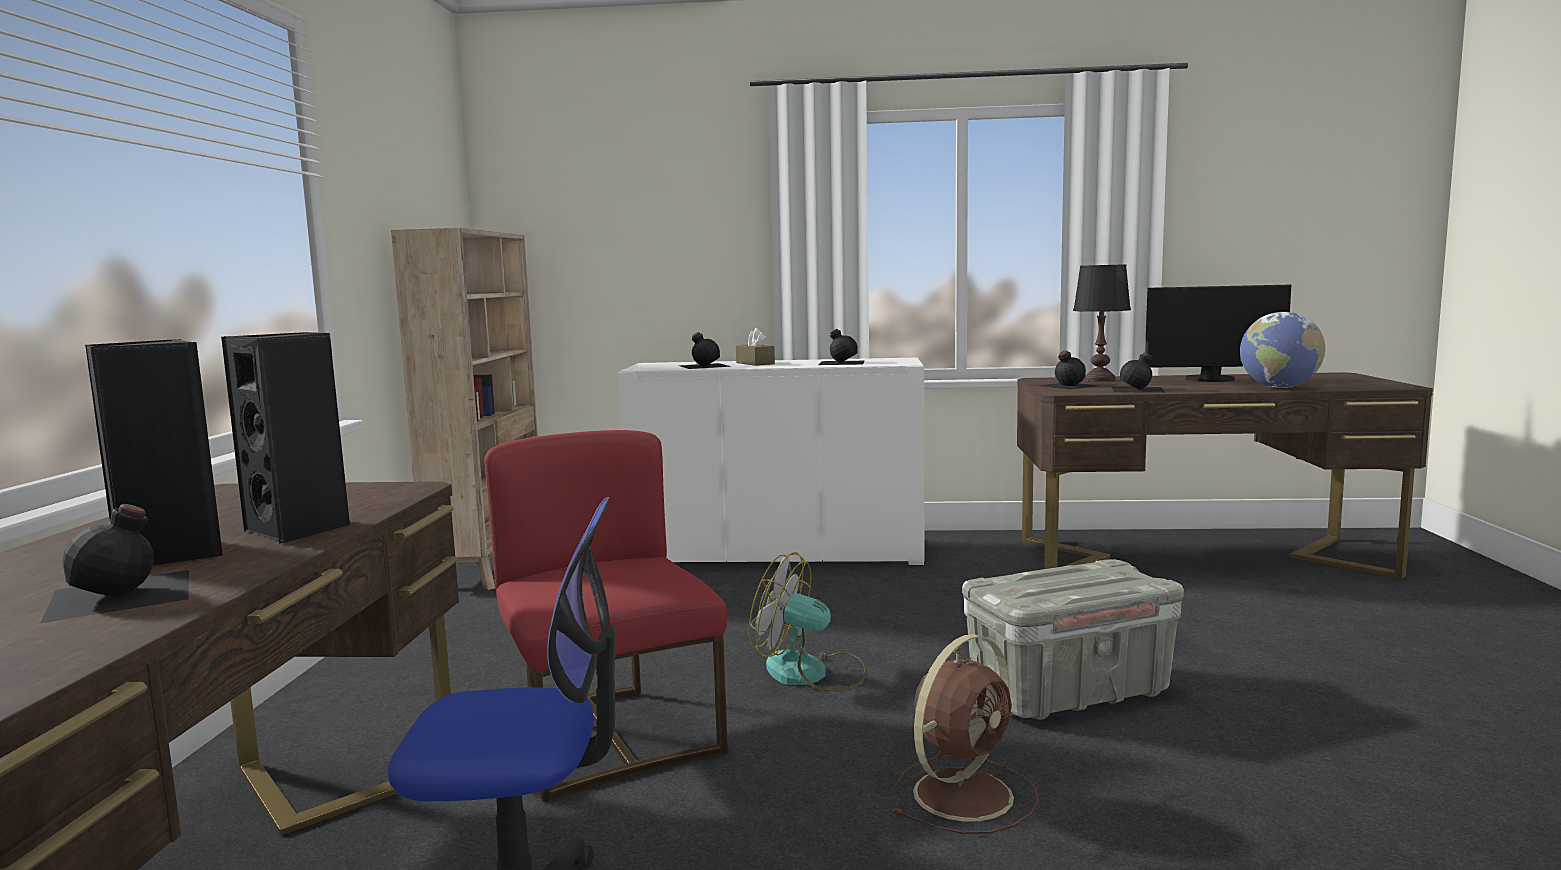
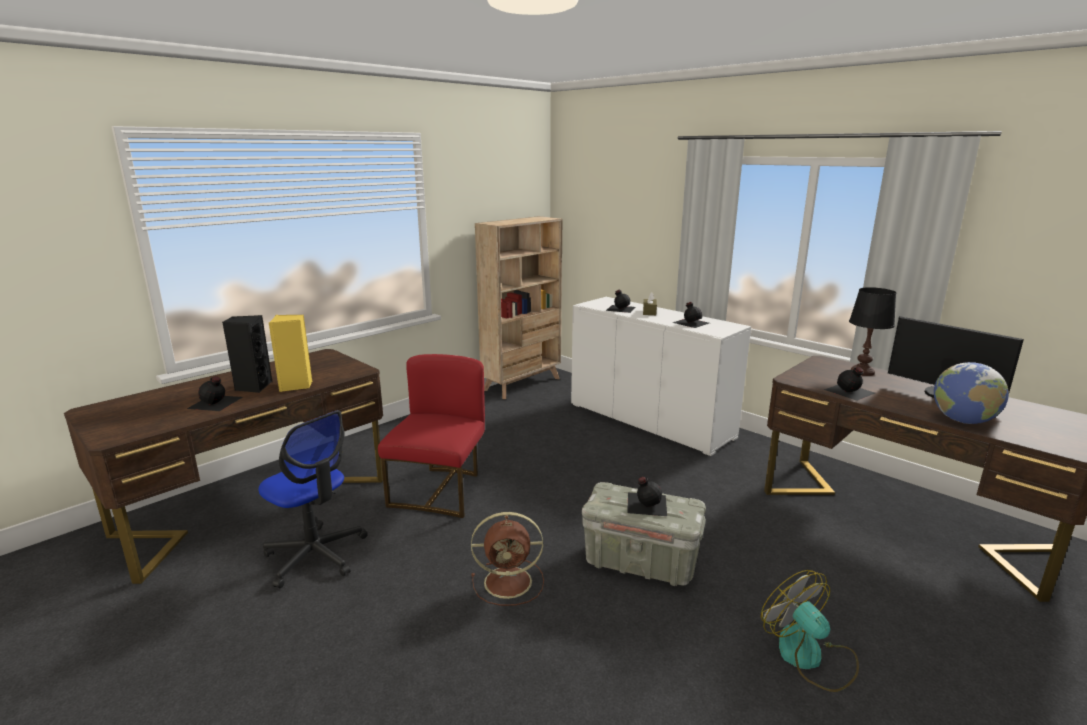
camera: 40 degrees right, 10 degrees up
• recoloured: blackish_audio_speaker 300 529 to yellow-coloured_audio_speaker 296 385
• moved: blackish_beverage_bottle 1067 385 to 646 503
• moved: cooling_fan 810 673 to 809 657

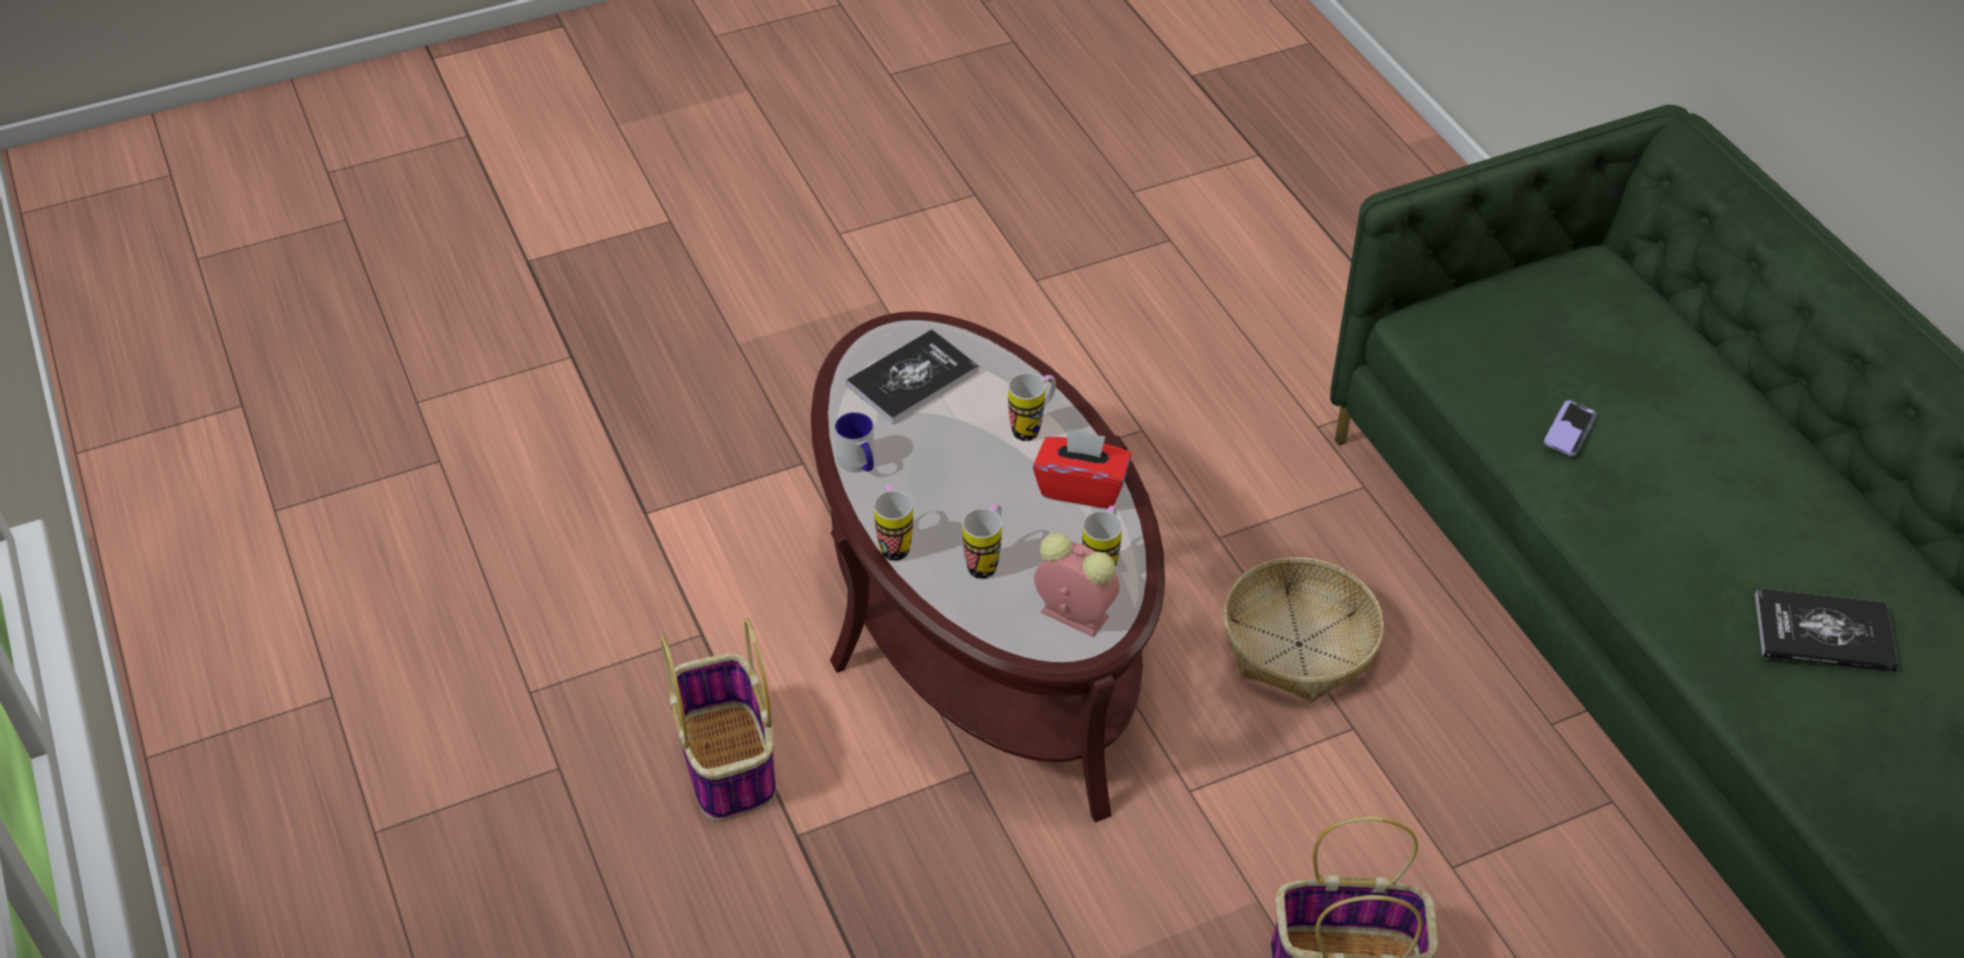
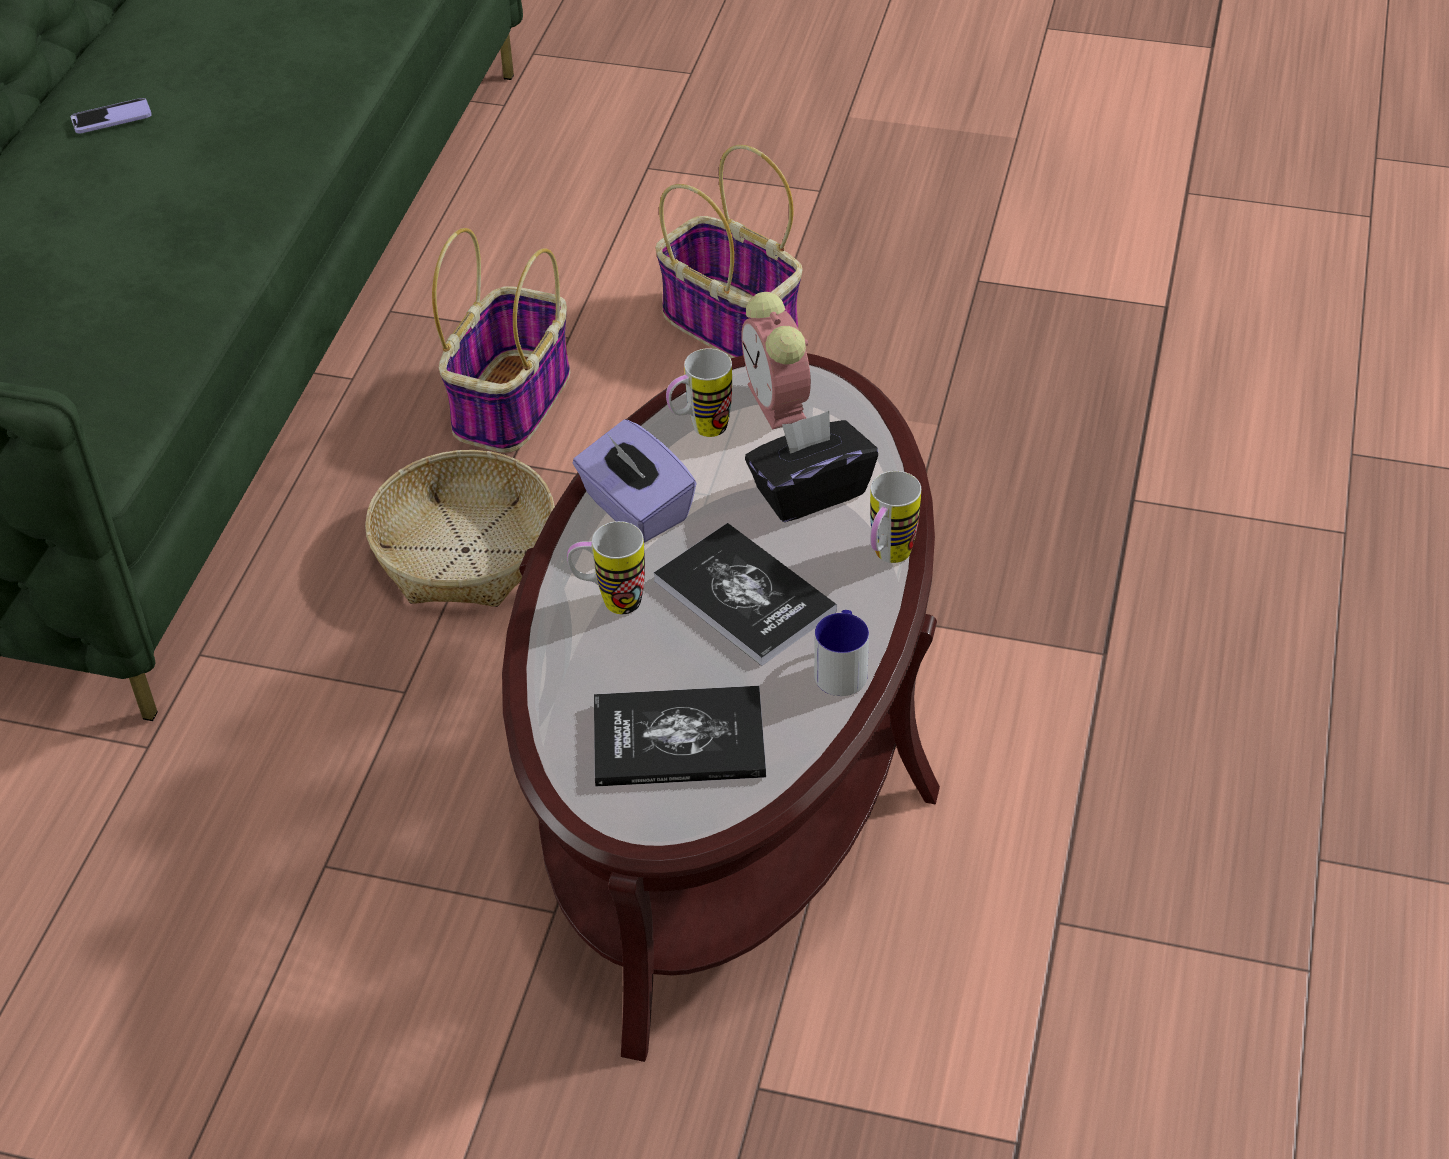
camera: 140 degrees left, 0 degrees up
• moved: handset 1569 430 to 111 118
• moved: household_basket 729 763 to 512 401
• recoloured: red-coloured_tissue_box 1081 487 to purple_tissue_box 635 509
• moved: volume 1823 632 to 744 596
• replaced: coffee_mug 986 561 to blackish_tissue_box 810 491

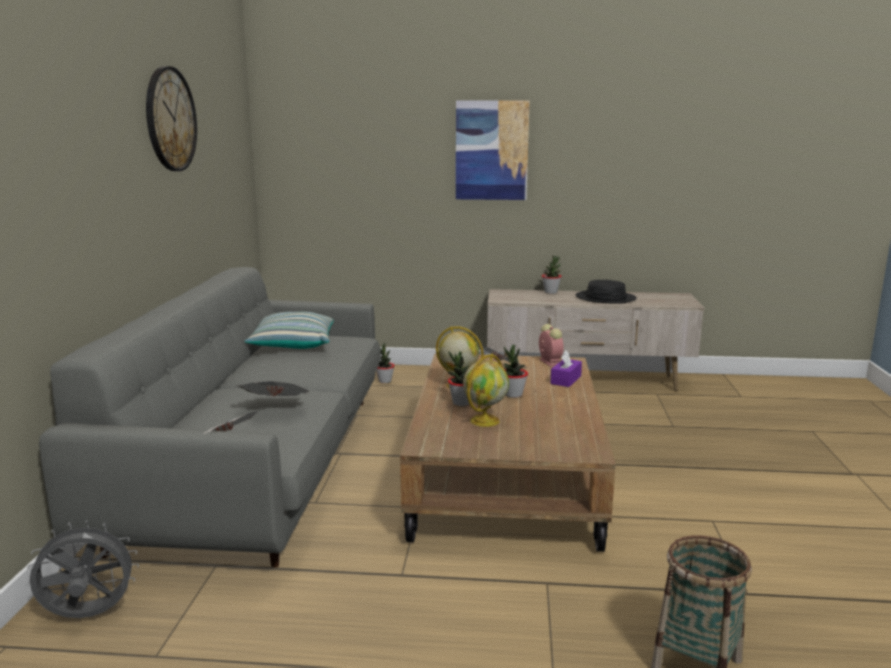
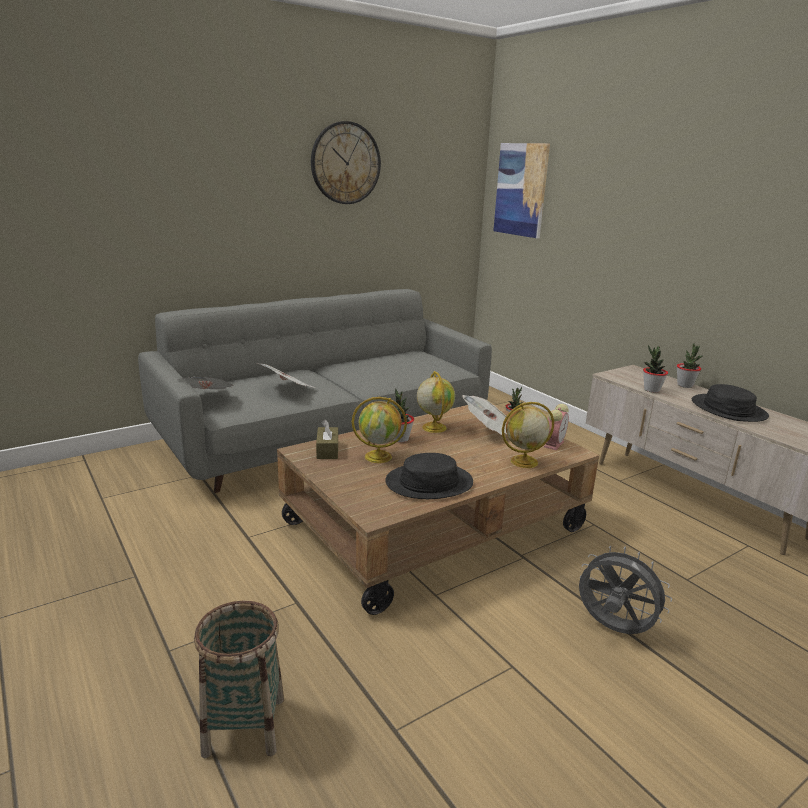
camera: 50 degrees right, 5 degrees up
• added: brown_tissue_box 327 450
• added: blackish_clothing_hat 429 482
• moved: wall_art 491 150 to 521 190
• replaced: purple_tissue_box 566 380 to globe 523 462
• moved: grey_cooling_fan 88 616 to 613 629
• moved: potted_plant 513 394 to 651 390
• removed: cushion 292 345

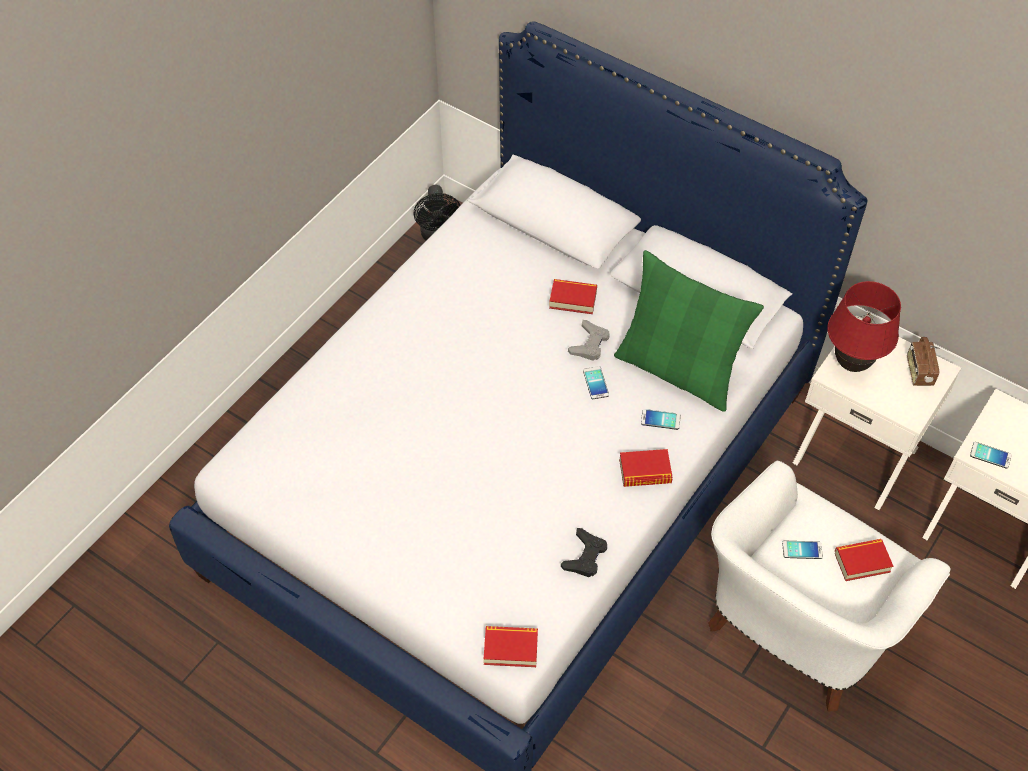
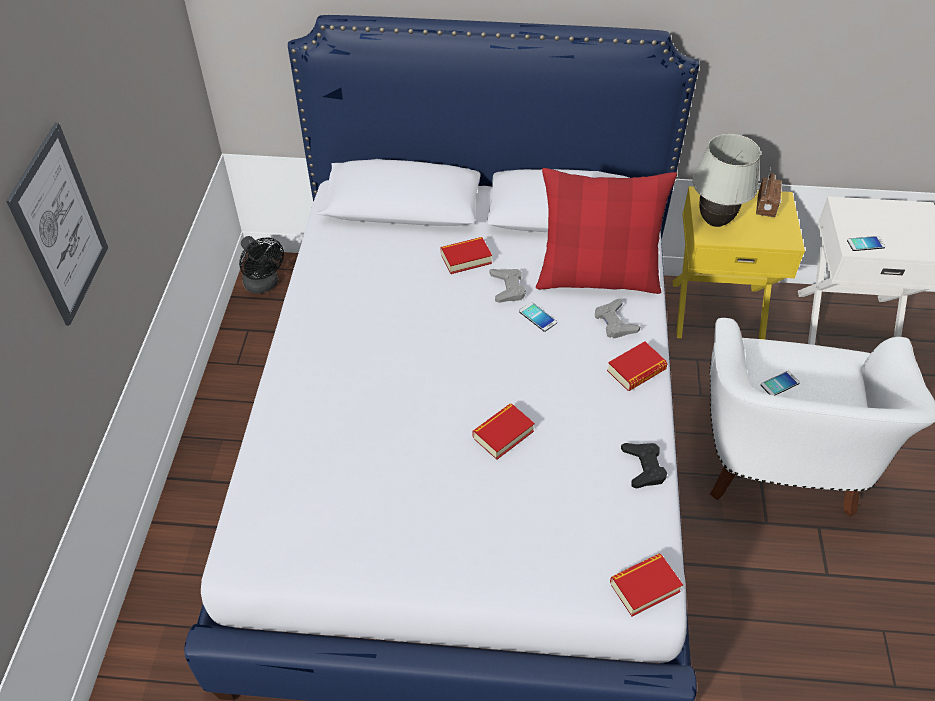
camera: 30 degrees left, 5 degrees down
• added: wall_art 60 226
• moved: volume 862 562 to 503 434
• recoloured: green-coloured_cushion 678 370 to red-coloured_cushion 597 278
• replaced: handset 660 420 to grey_joypad 615 322
• recoloured: whitish_bedside_table 856 454 to yellow-coloured_bedside_table 717 310
• recoloured: red-coloured_table_lamp 851 363 to whitish_table_lamp 714 221
• turned: radio_receiver 918 372 = 766 207 135 degrees counterclockwise

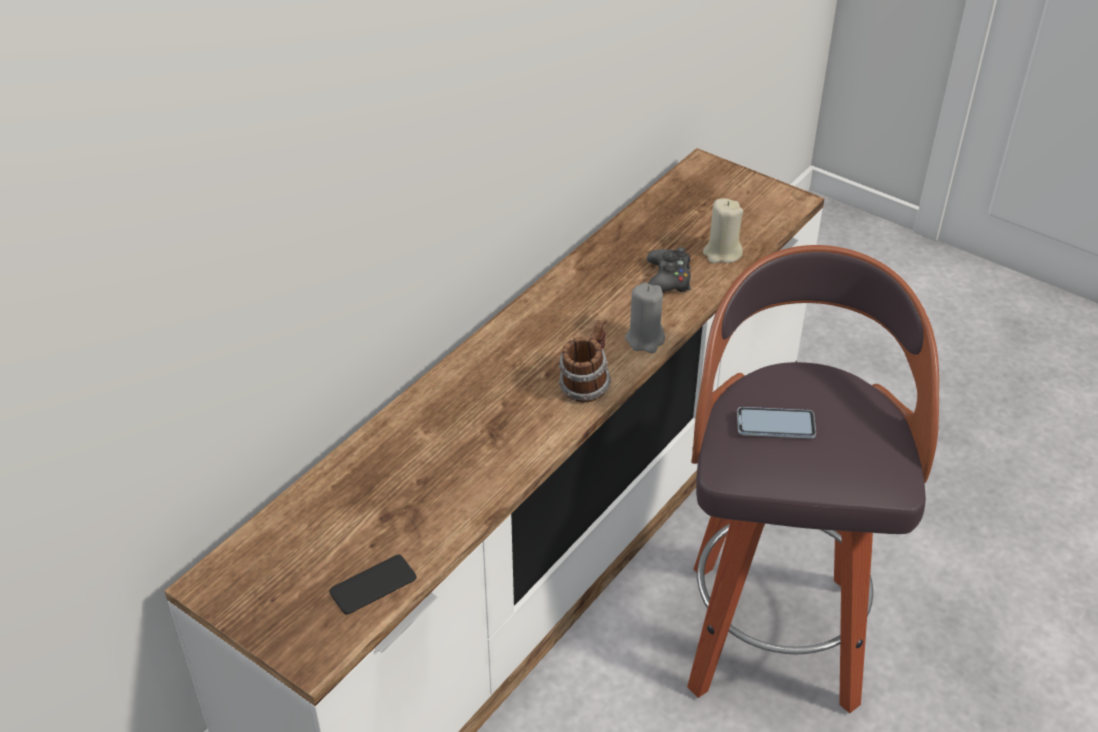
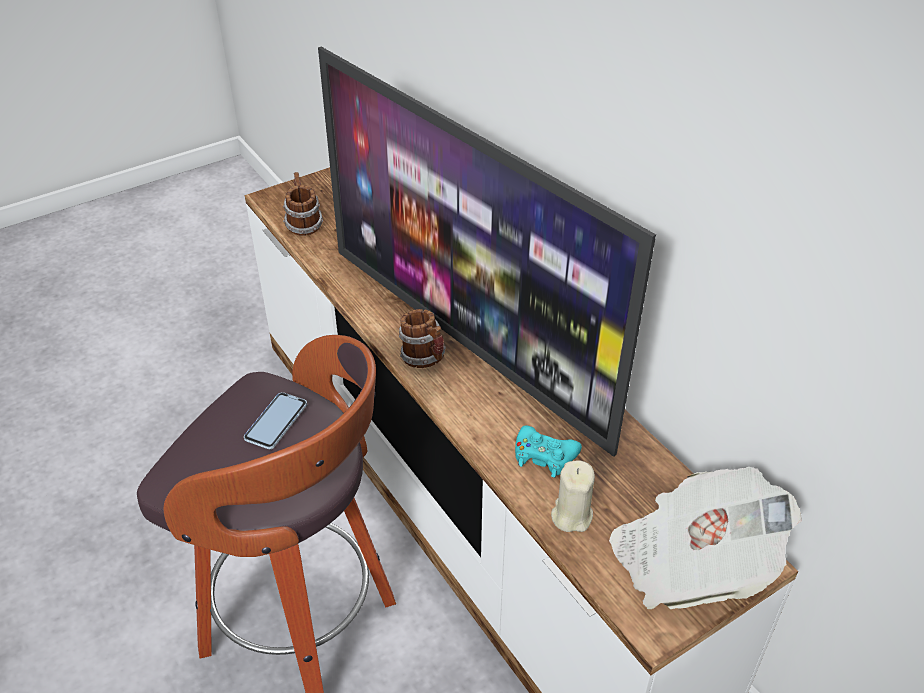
camera: 110 degrees right, 0 degrees up
• replaced: handset 373 585 to coffee_mug 303 225
• added: TV_set 468 341
• recoloured: blackish_joypad 668 279 to blue-green_joypad 544 456
• added: printed_paper 691 562
• removed: grey_candle 645 339

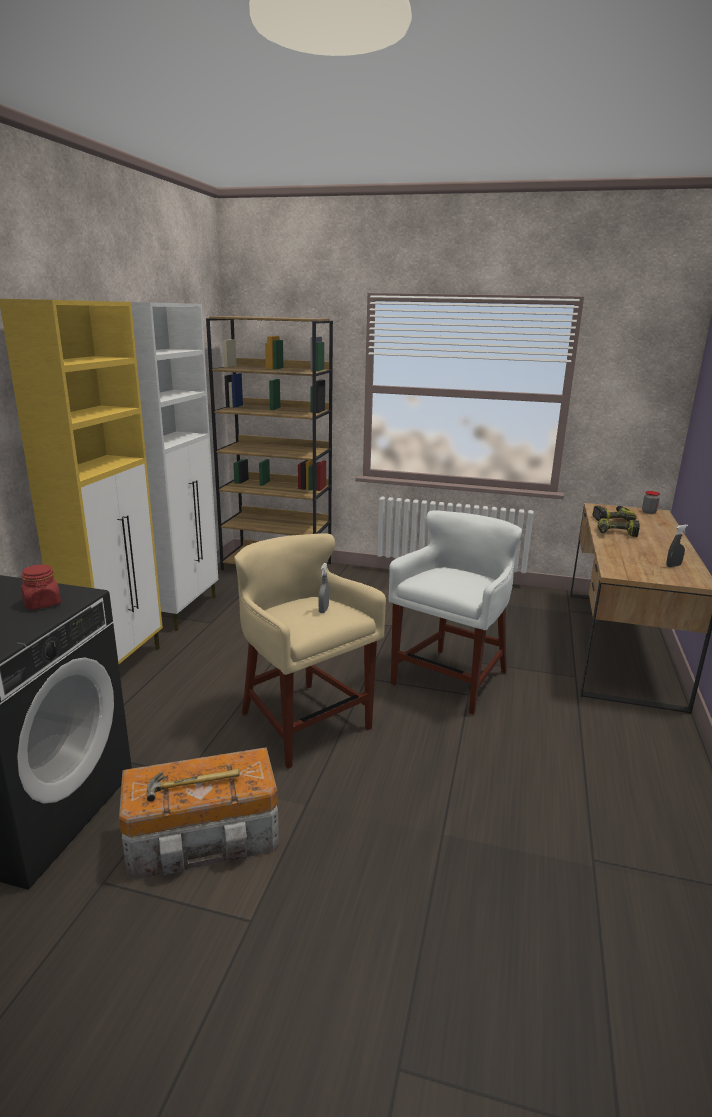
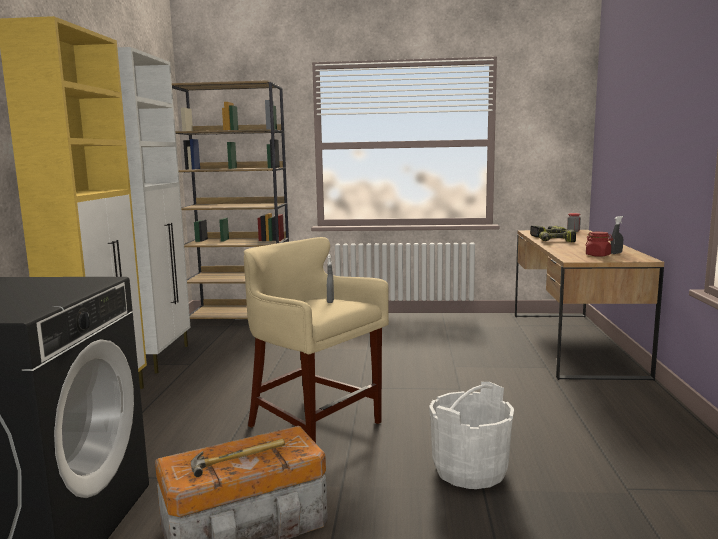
camera: 10 degrees left, 10 degrees down
• added: whitish_bucket 469 470
• moved: red-coloured_preserve_jar 42 603 to 598 255
• removed: whitish_stool 451 680

